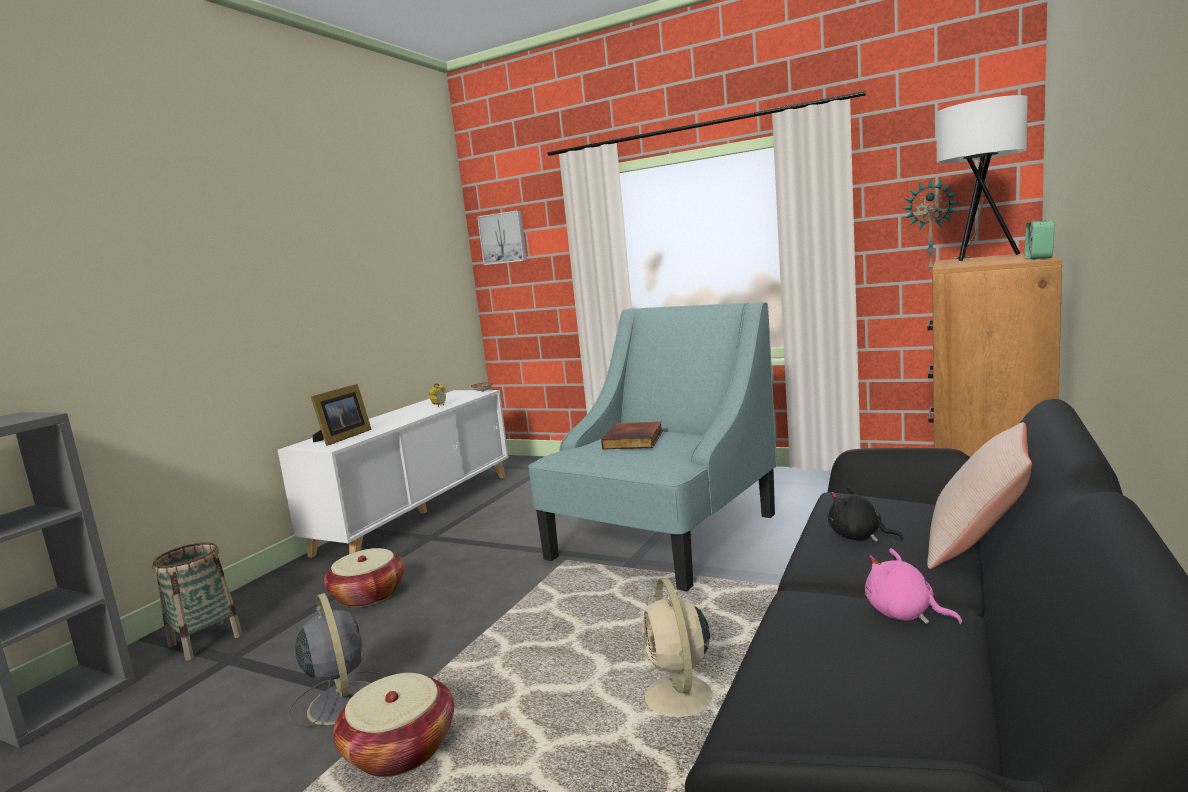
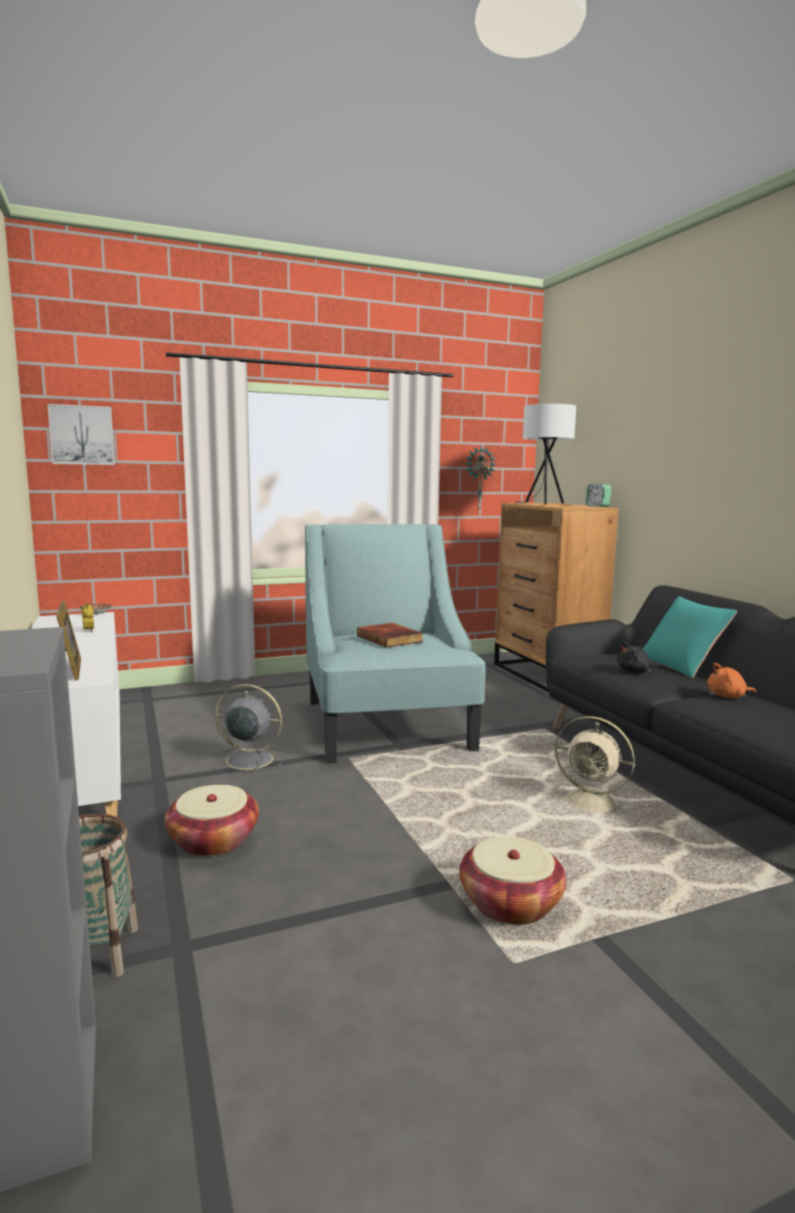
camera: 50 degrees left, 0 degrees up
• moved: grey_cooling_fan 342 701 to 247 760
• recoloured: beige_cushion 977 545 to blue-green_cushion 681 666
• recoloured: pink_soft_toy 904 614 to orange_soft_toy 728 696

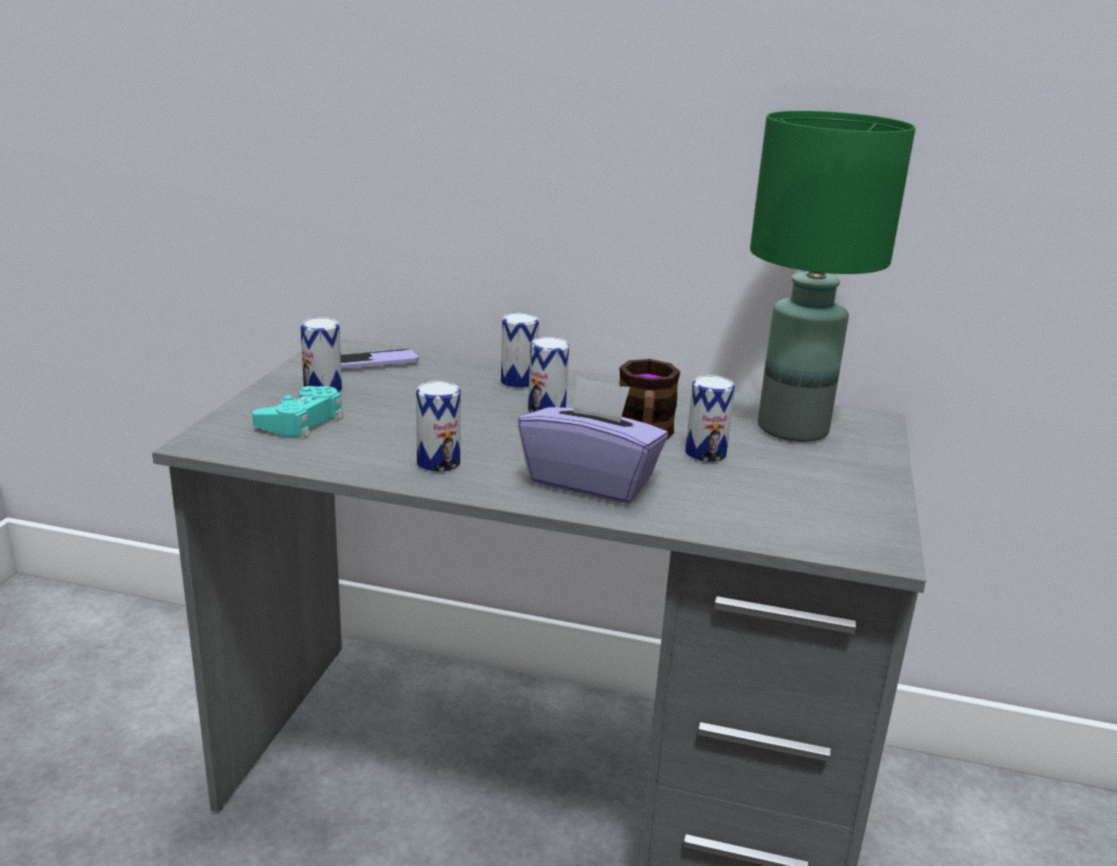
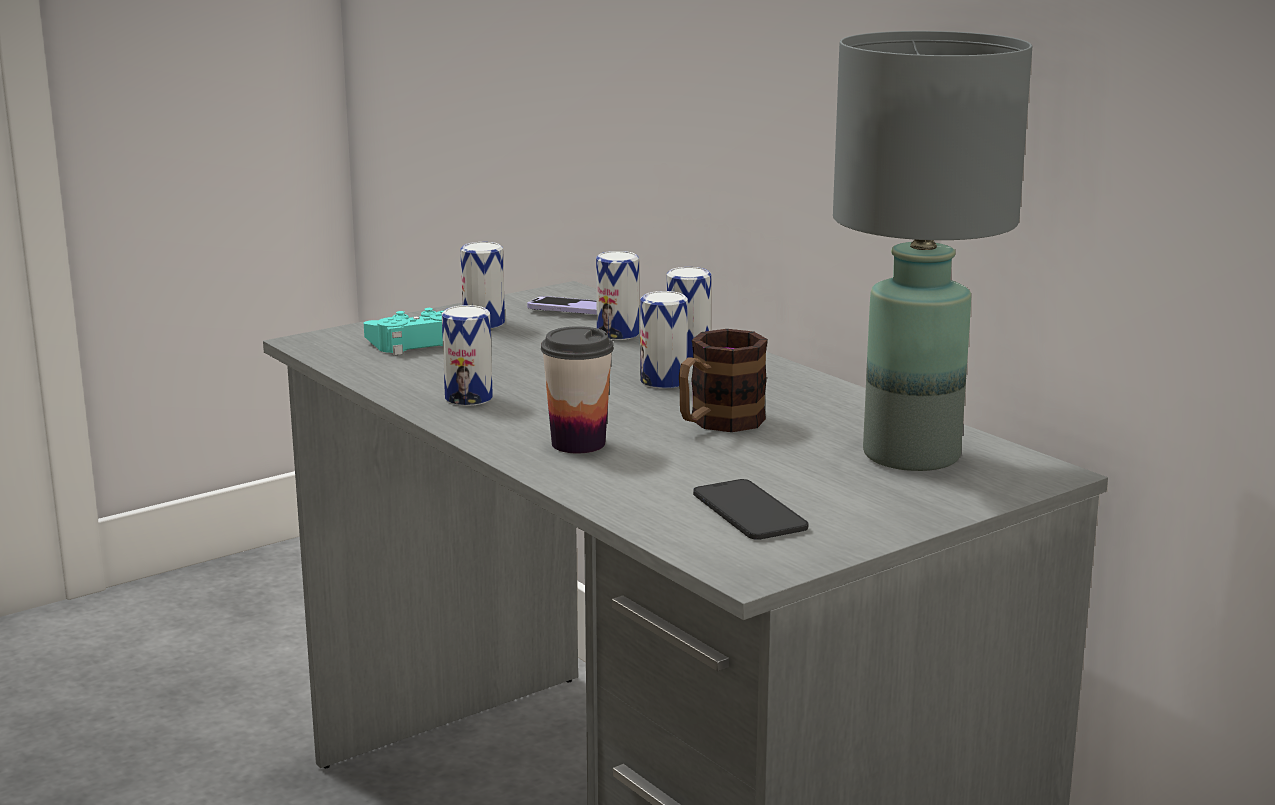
camera: 40 degrees right, 5 degrees down
• replaced: purple_tissue_box 591 481 to small_cup 578 443
• moved: sealed_can 705 453 to 617 334
• added: handset 749 511
• recoloured: green-coloured_table_lamp 792 428 to grey_table_lamp 913 454

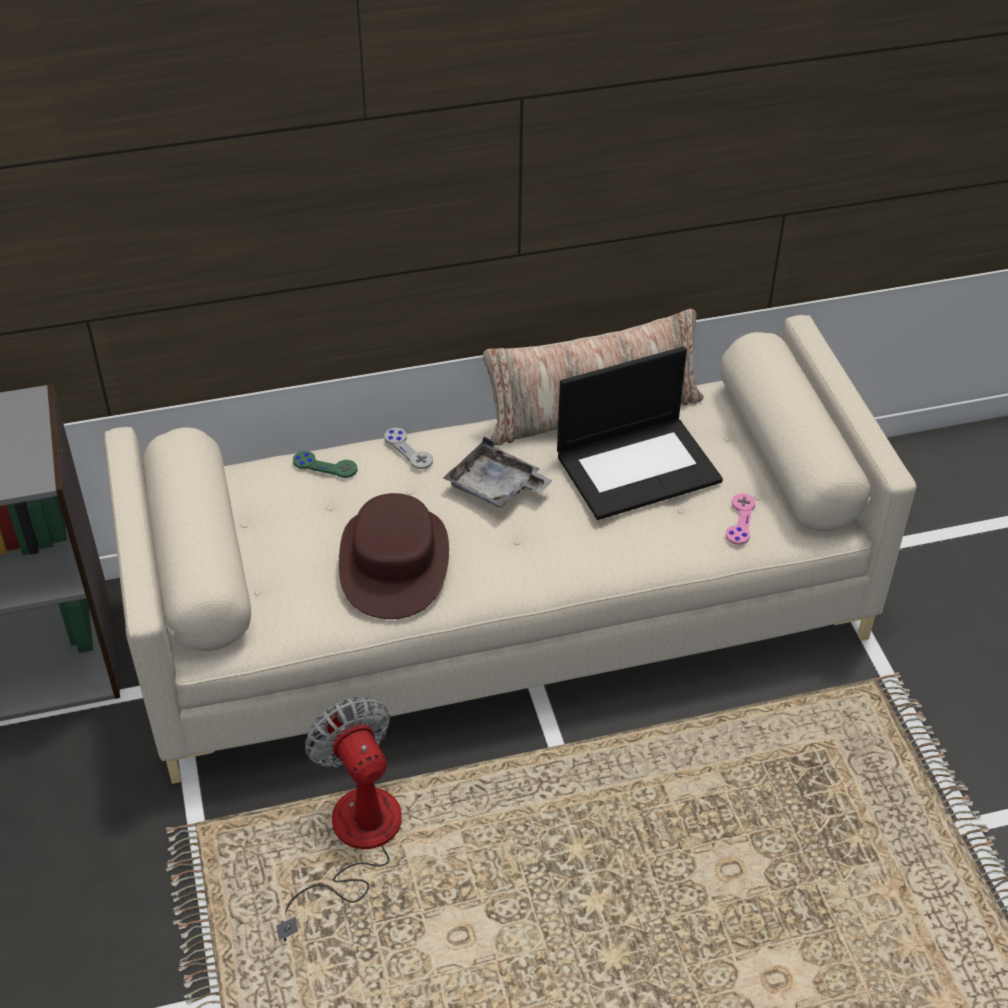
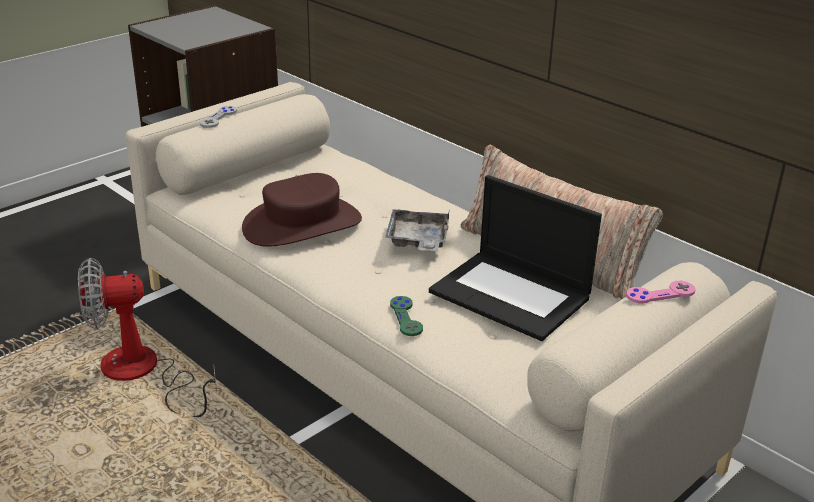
camera: 60 degrees right, 15 degrees down
• turned: cooling_fan 353 842 = 143 374 135 degrees counterclockwise
• moved: grey_joypad 408 449 to 218 118
• moved: green-coloured_joypad 325 466 to 406 317
• moved: pink_joypad 740 520 to 660 294

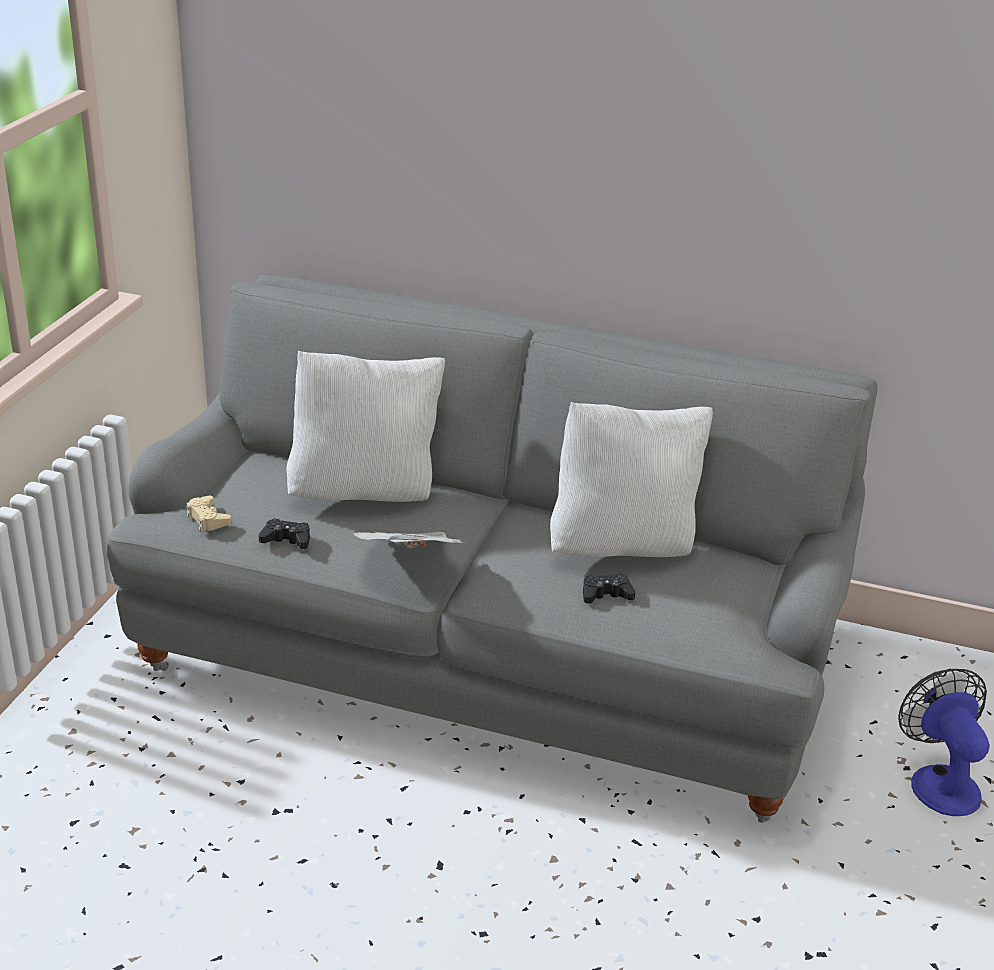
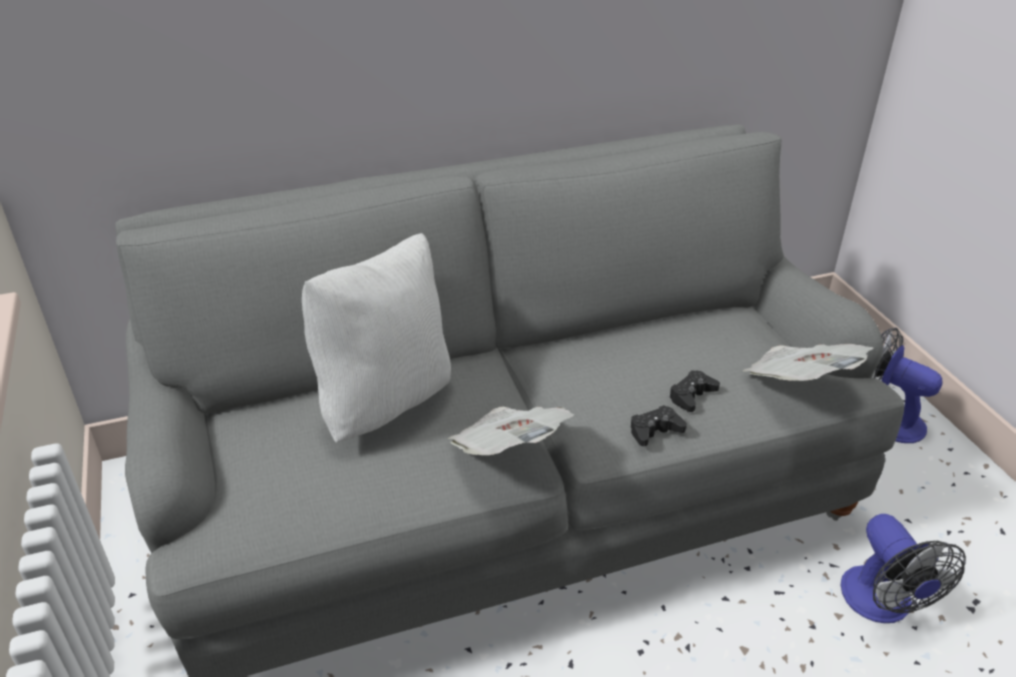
camera: 35 degrees left, 5 degrees up
• moved: blackish_joypad 287 540 to 655 431
• added: printed_paper 799 383
• added: cooling_fan 883 605
• removed: beige_joypad 207 519
• removed: whitish_cushion 623 547

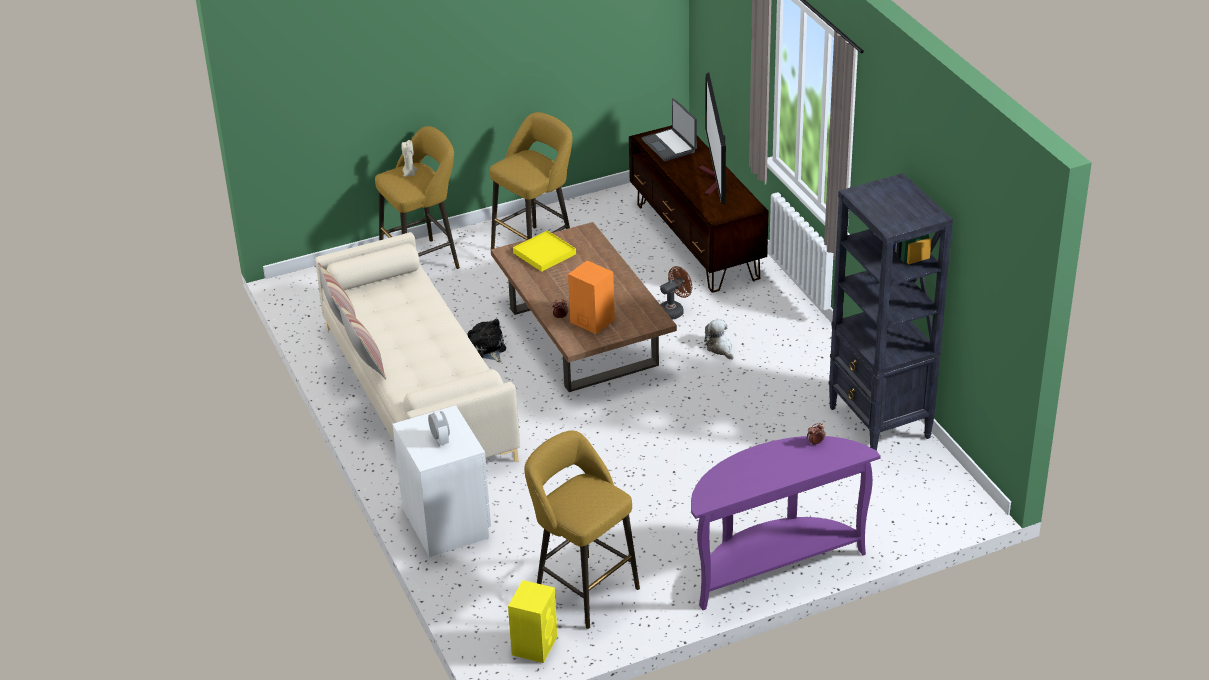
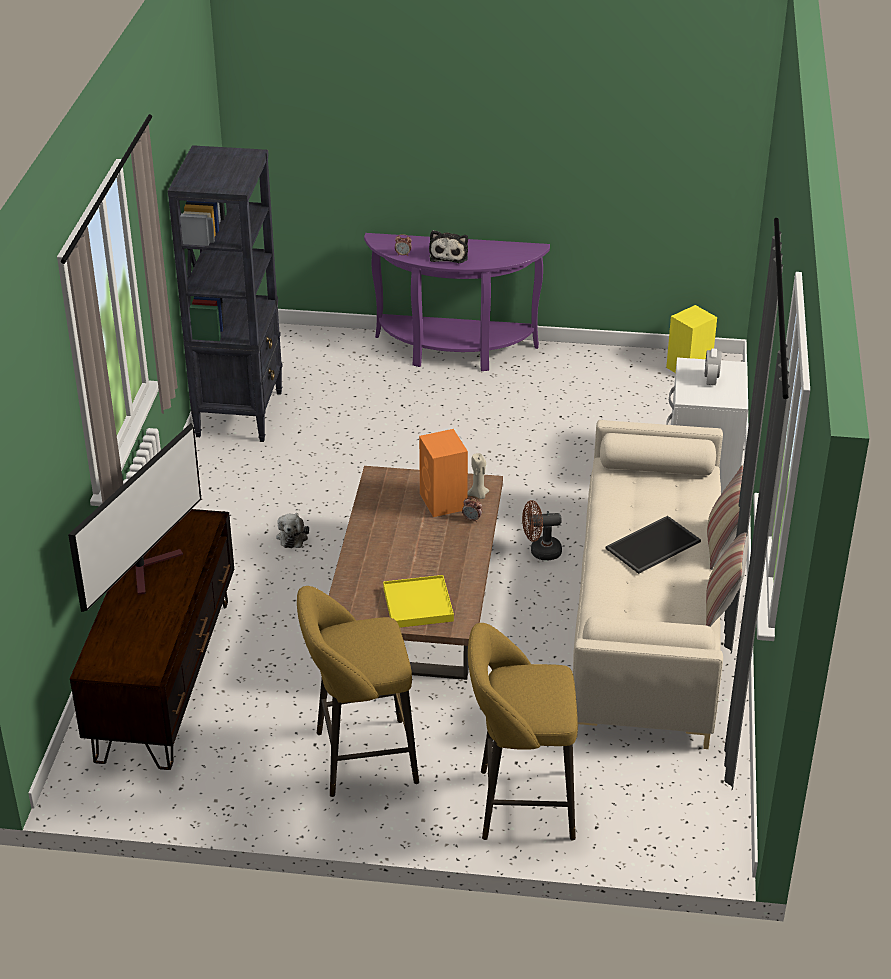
camera: 150 degrees left, 0 degrees up
• moved: soft_toy 487 349 to 449 255
• moved: beige_candle 409 174 to 478 495
• moved: brown_cooling_fan 674 310 to 540 552
• added: tray 653 546
• removed: yellow-coloured_stool 583 588
• removed: notebook_computer 670 145

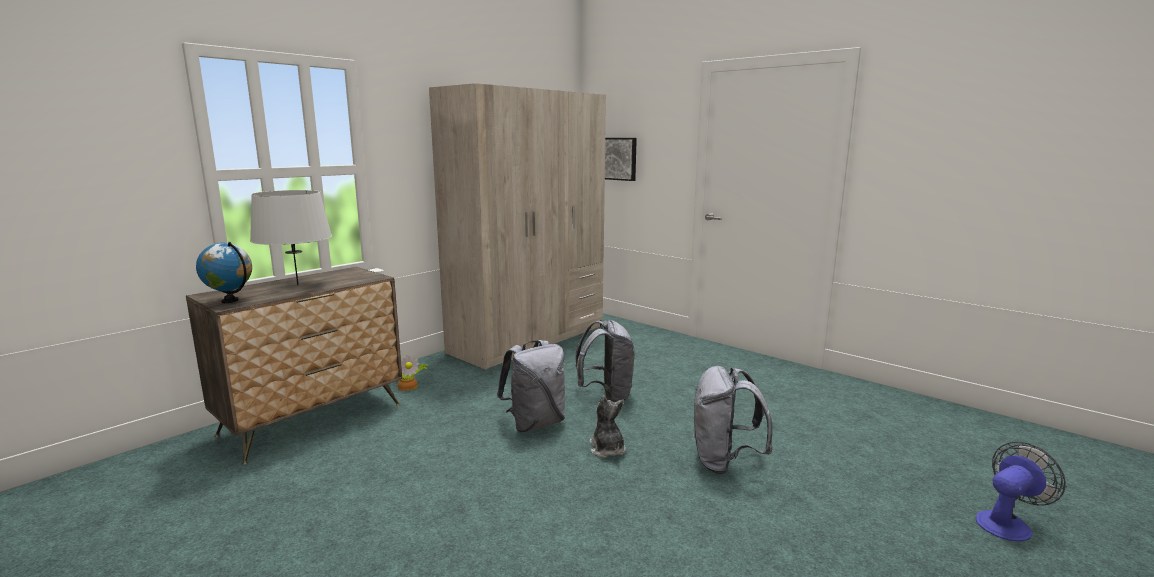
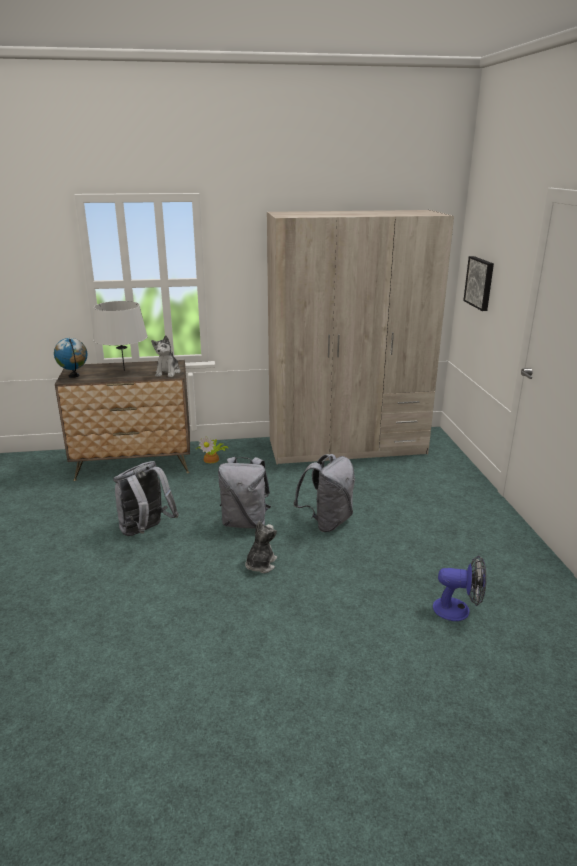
camera: 40 degrees right, 10 degrees up
• moved: grey_rucksack 724 462 to 146 531
• added: soft_toy 168 372
• moved: cooling_fan 1007 523 to 458 610

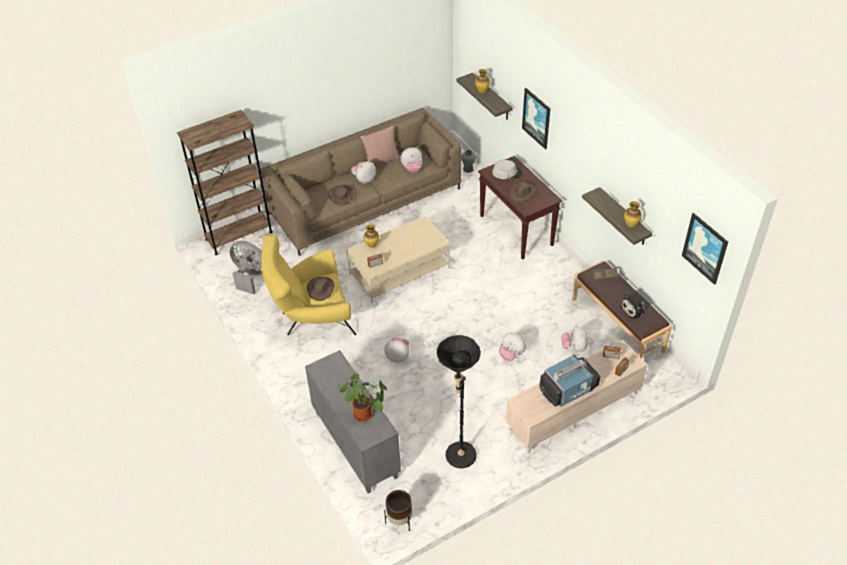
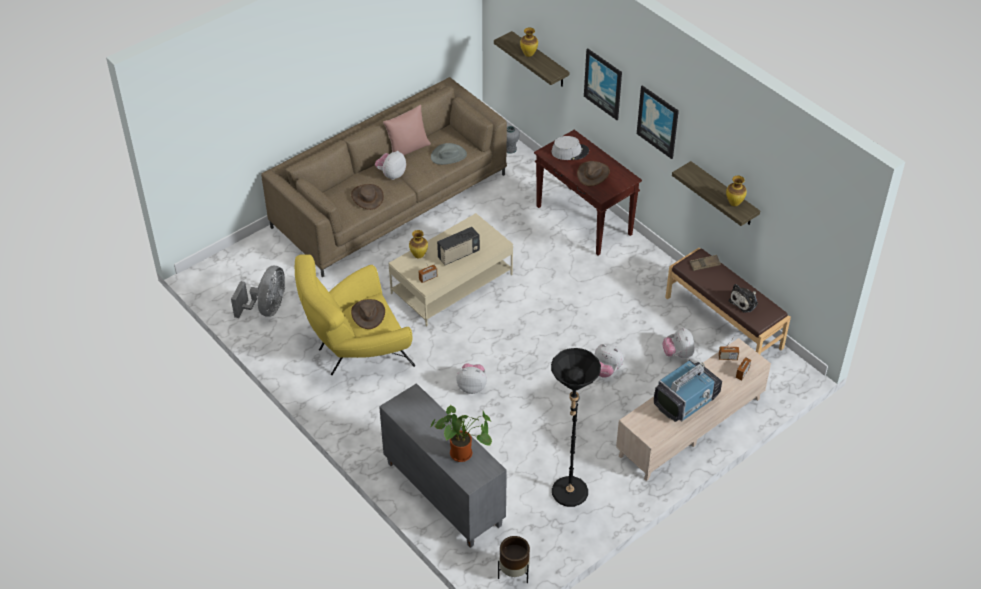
camera: 10 degrees left, 0 degrees up
• turned: grey_cooling_fan 250 276 = 267 308 90 degrees clockwise
• replaced: soft_toy 412 169 to grey_clothing_hat 448 156
• added: radio_receiver 458 255
• moved: wall_art 705 248 to 658 121
• removed: brown_bookcase 239 235

